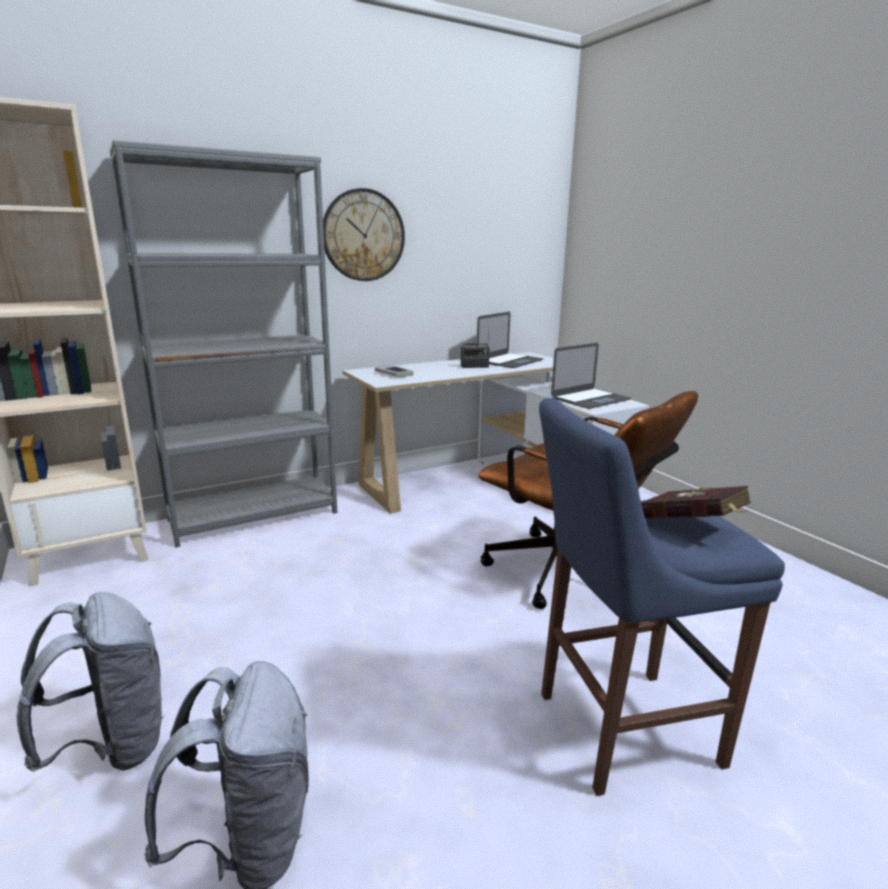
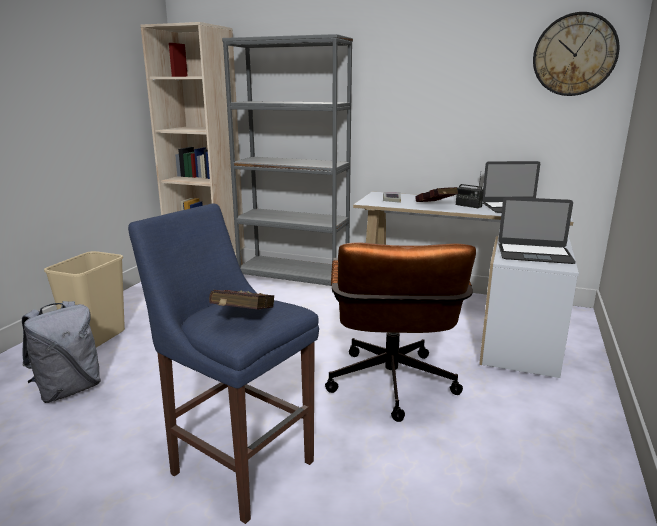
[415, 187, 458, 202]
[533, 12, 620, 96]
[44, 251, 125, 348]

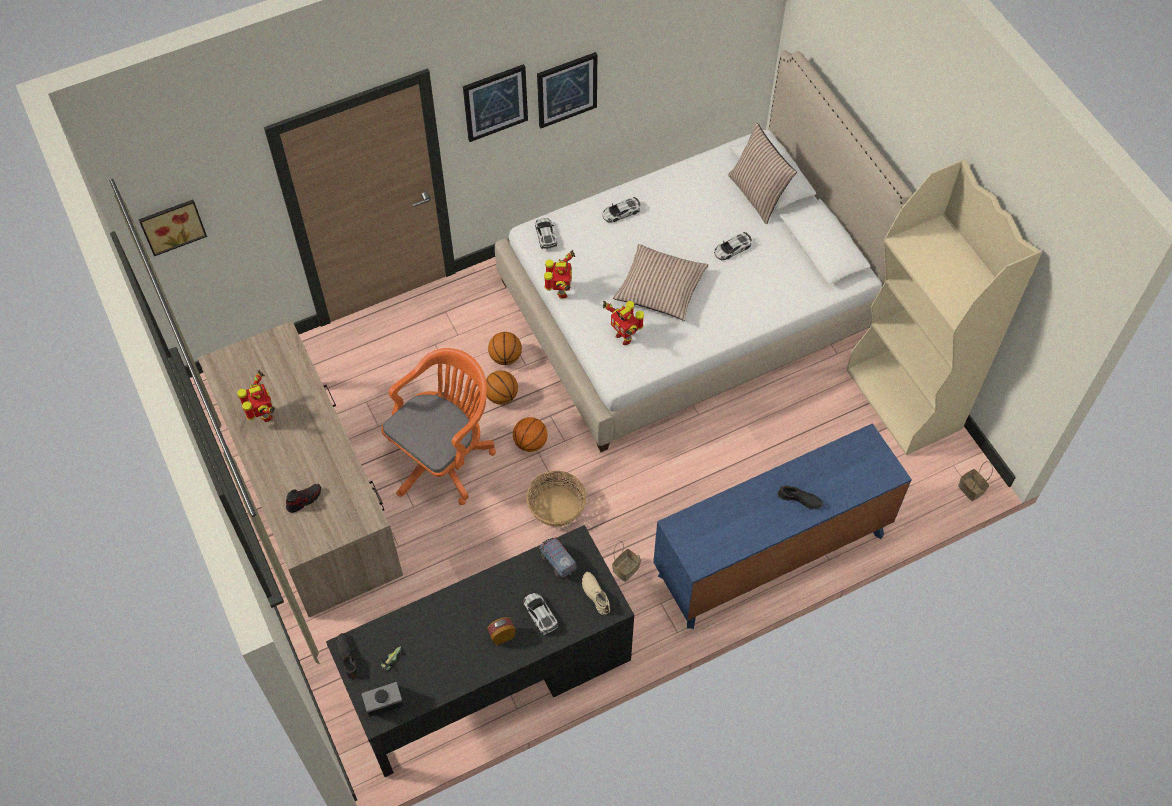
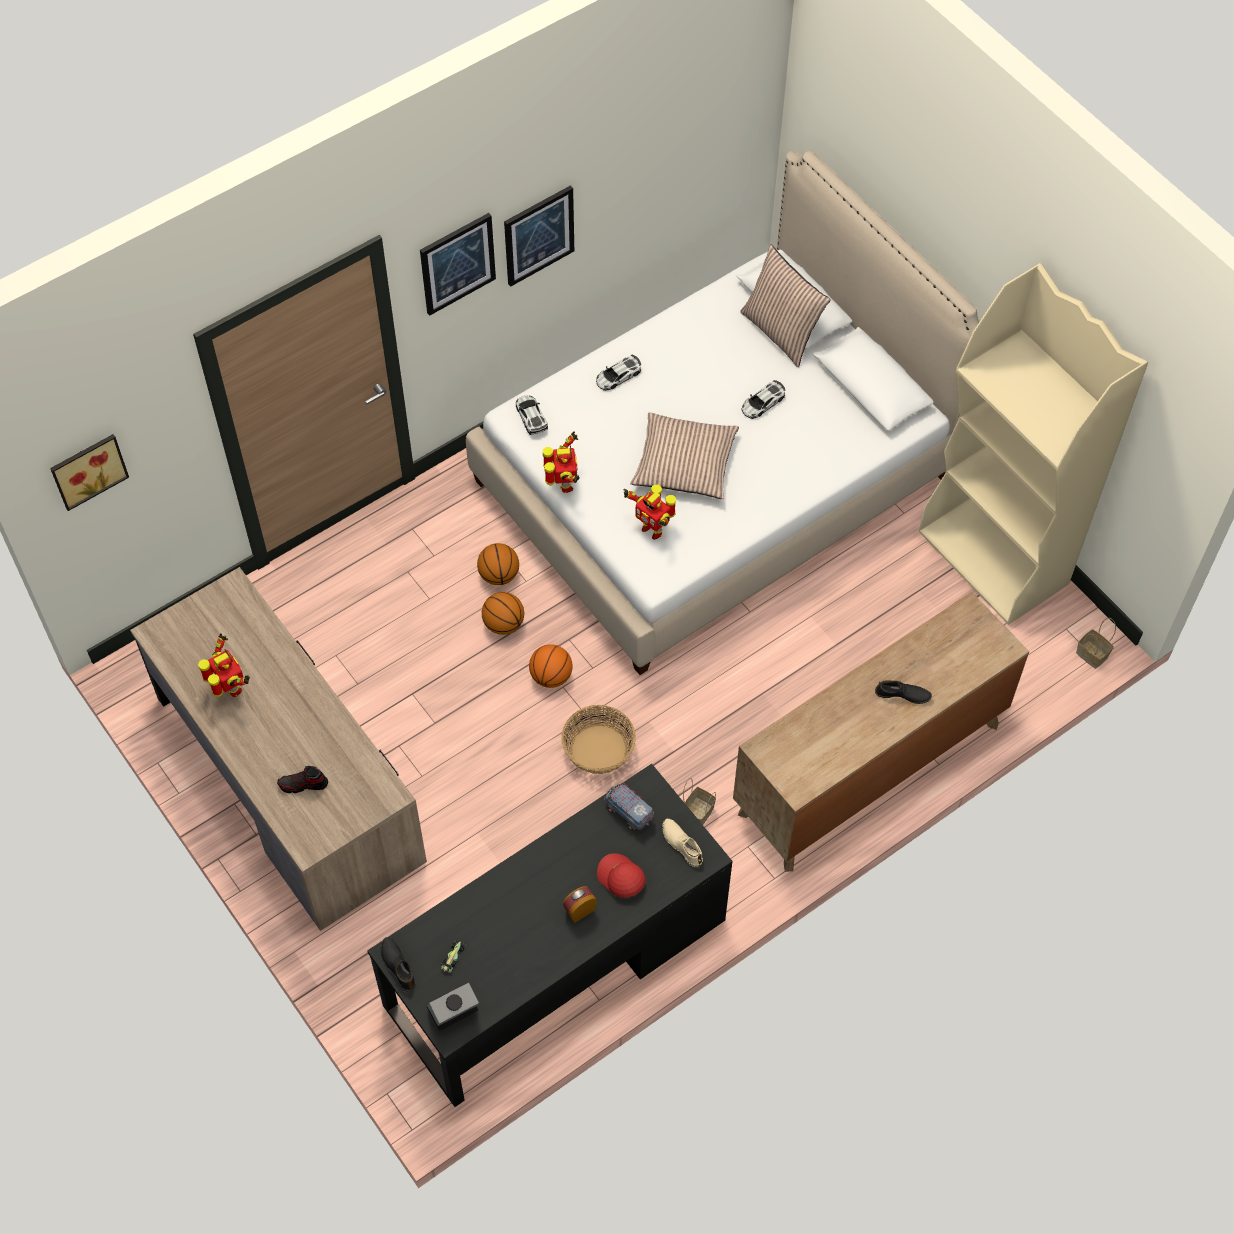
[381, 348, 496, 505] (first image)
[597, 853, 646, 898]
[733, 591, 1029, 872]
[277, 766, 328, 793]

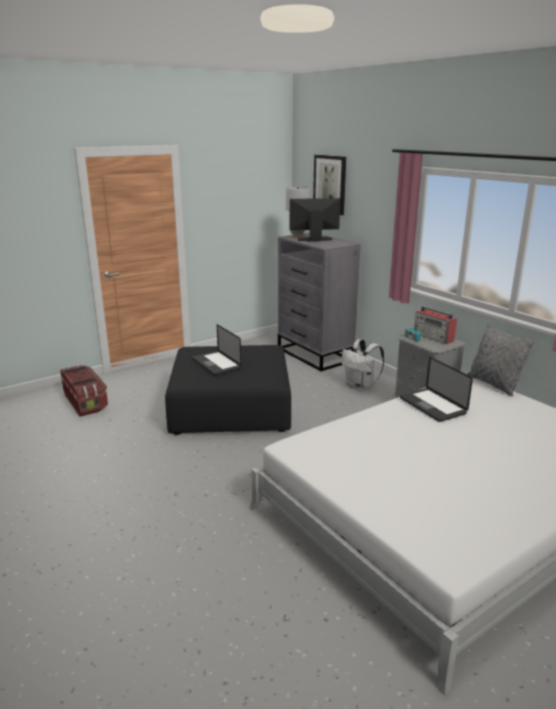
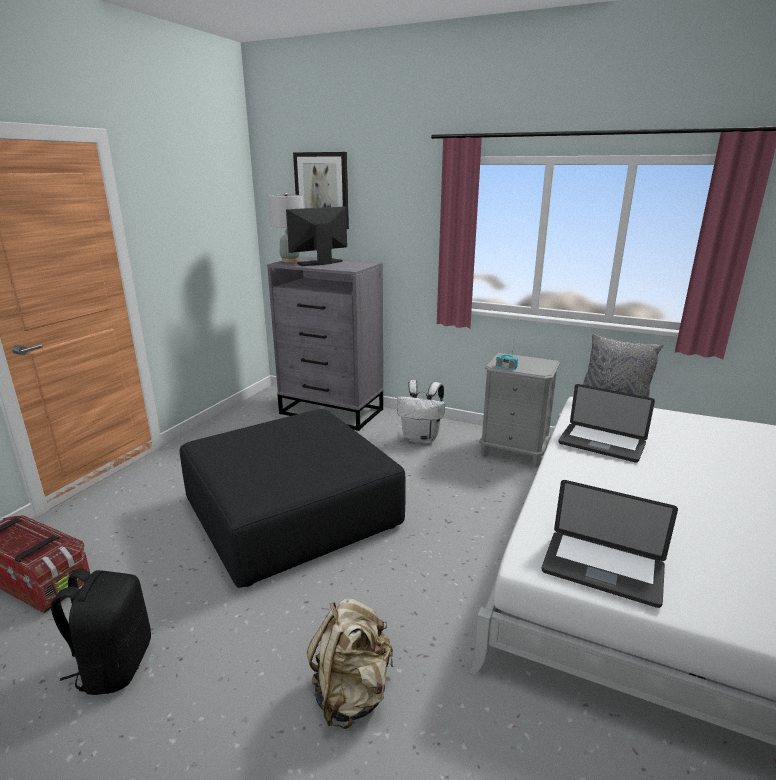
[414, 306, 457, 344] (first image)
[51, 568, 151, 695]
[307, 598, 393, 729]
[542, 480, 678, 608]

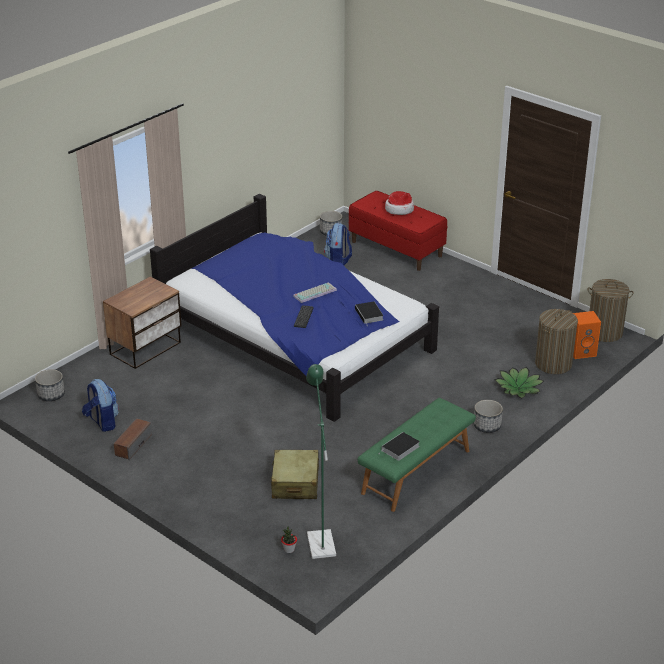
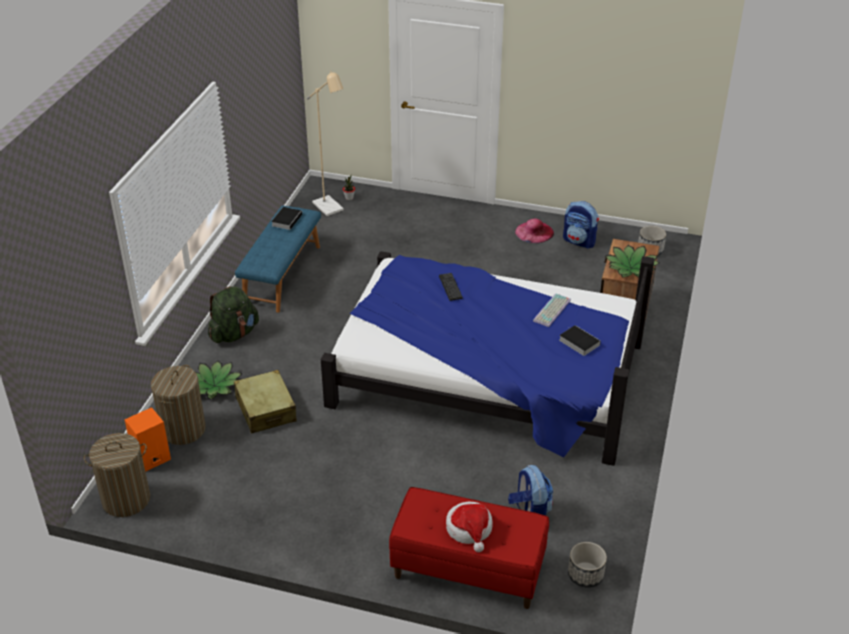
[605, 245, 660, 277]
[234, 370, 297, 434]
[533, 293, 571, 327]
[559, 325, 601, 356]
[515, 219, 554, 243]
[208, 286, 259, 343]
[307, 71, 344, 216]
[235, 206, 321, 313]

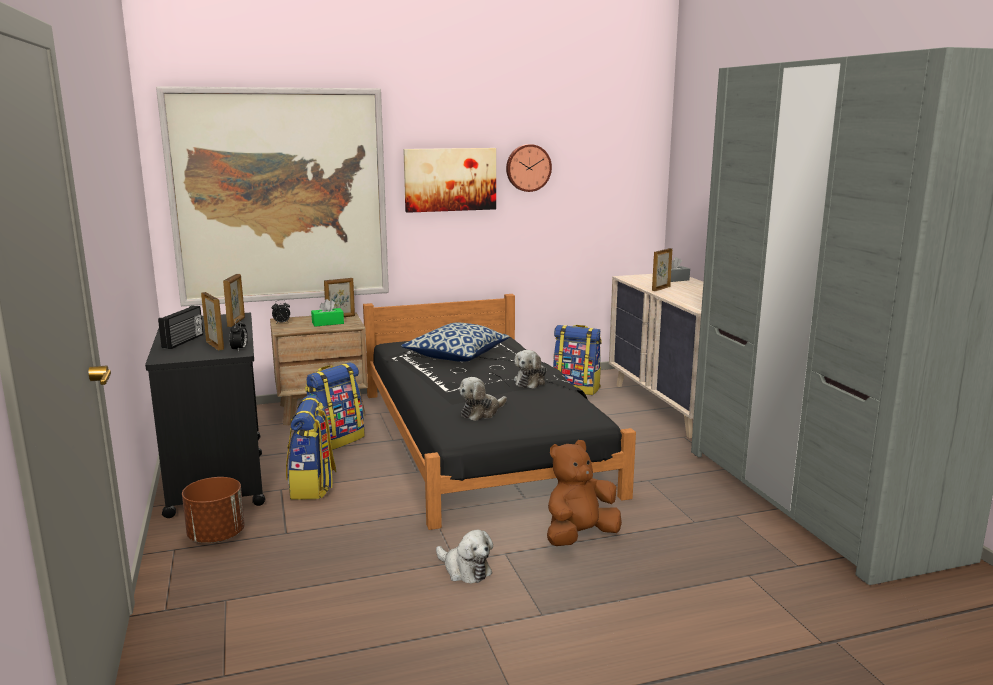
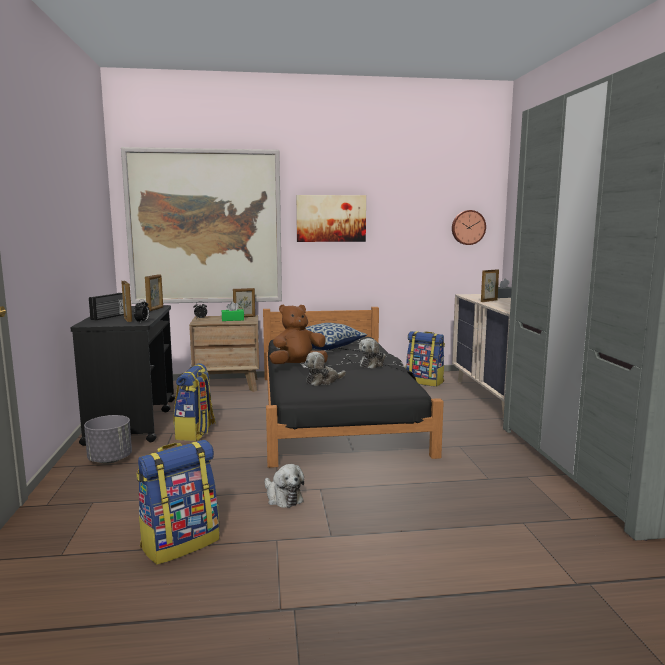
[136, 440, 219, 565]
[452, 210, 486, 245]
[269, 304, 328, 364]
[84, 415, 132, 464]

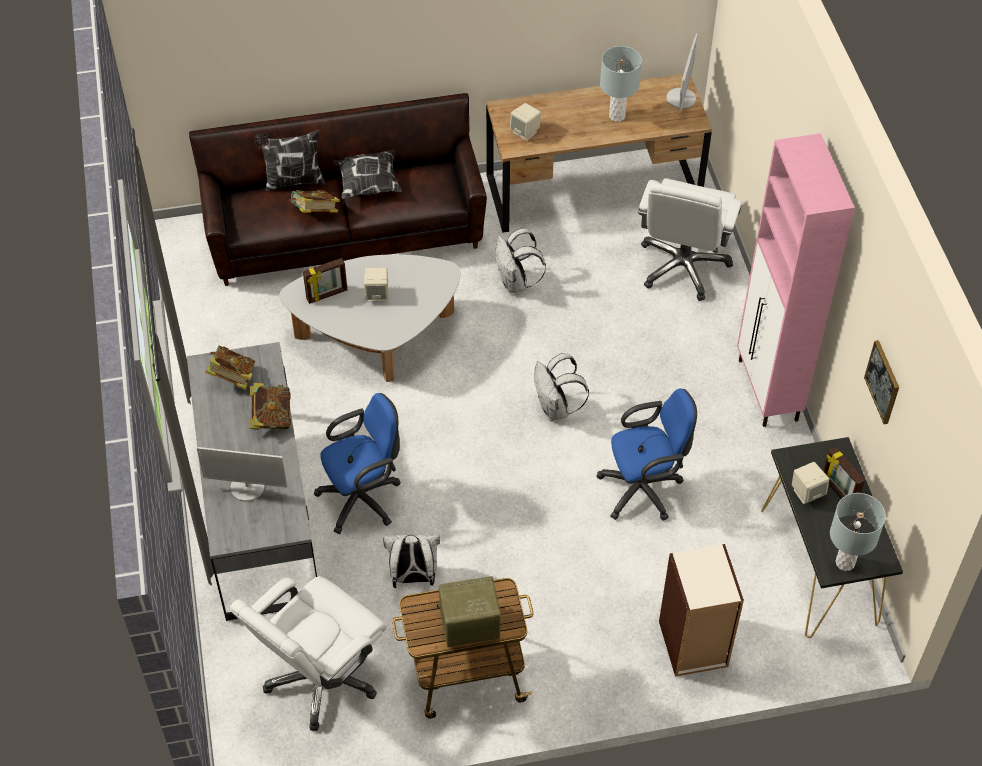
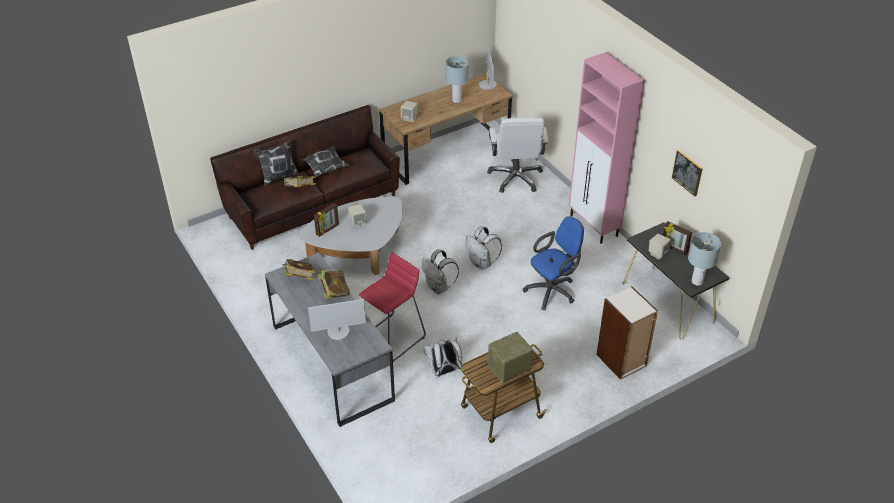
[230, 576, 387, 731] (first image)
[422, 249, 459, 294]
[359, 252, 426, 362]

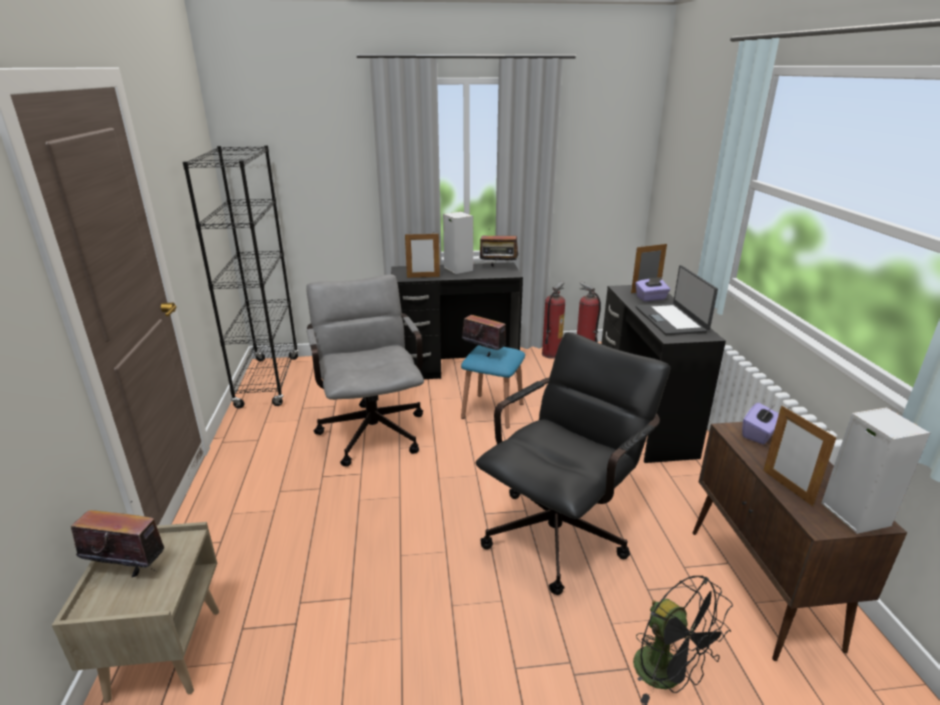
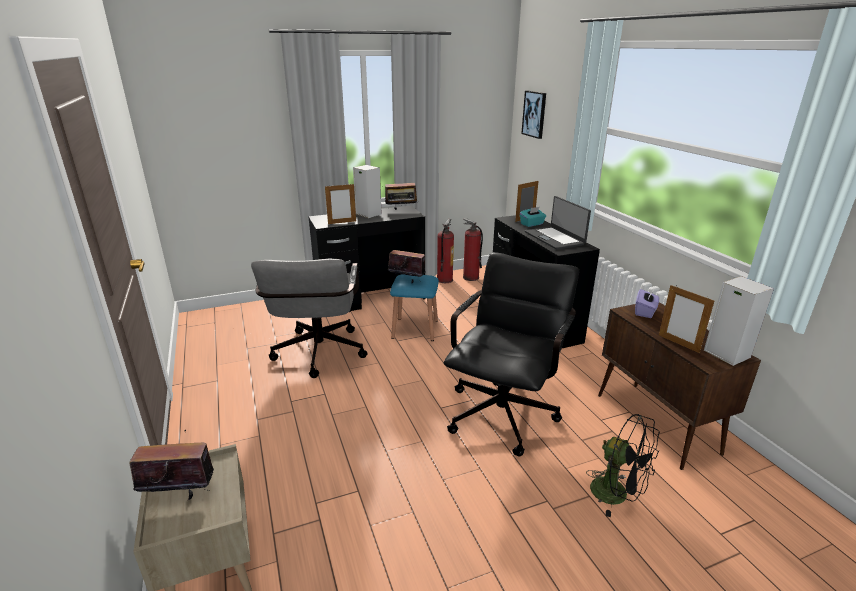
[183, 145, 299, 408] (first image)
[521, 91, 546, 139]
[520, 207, 546, 227]
[251, 258, 367, 378]

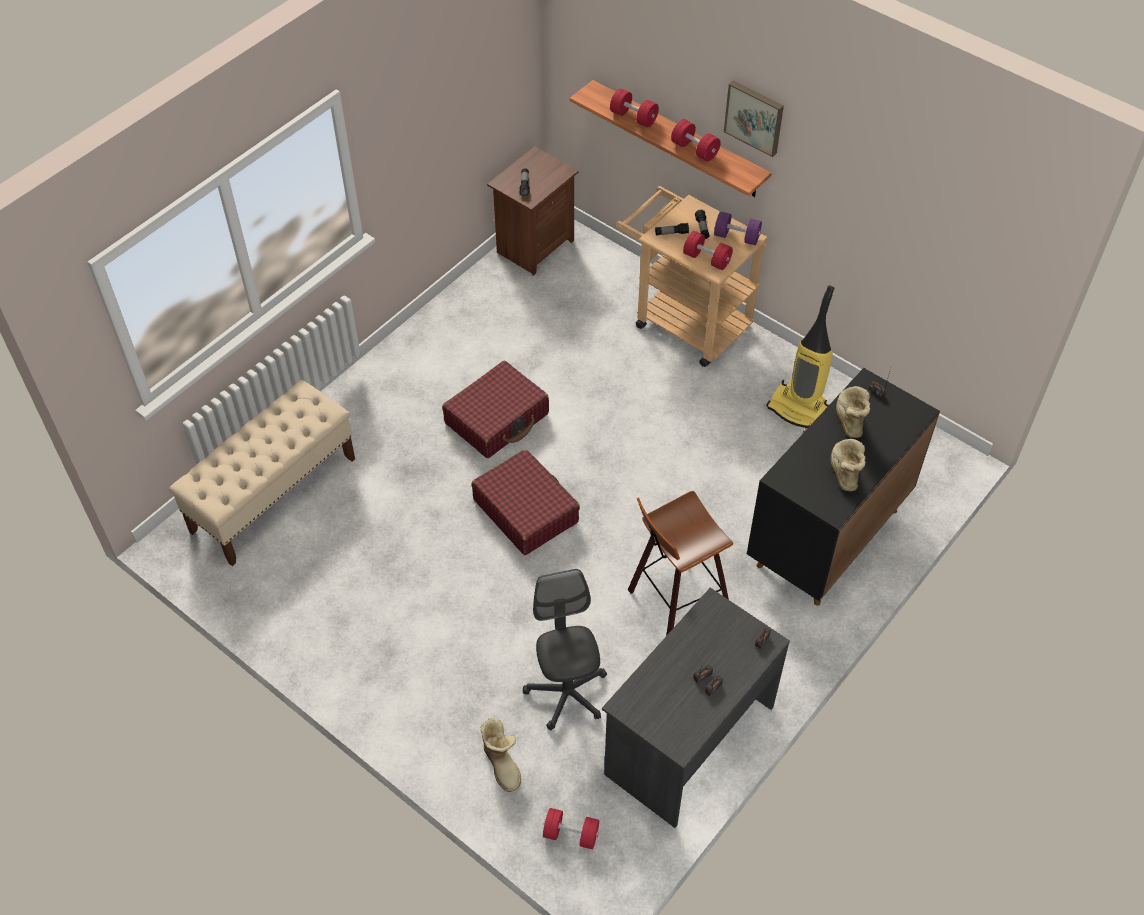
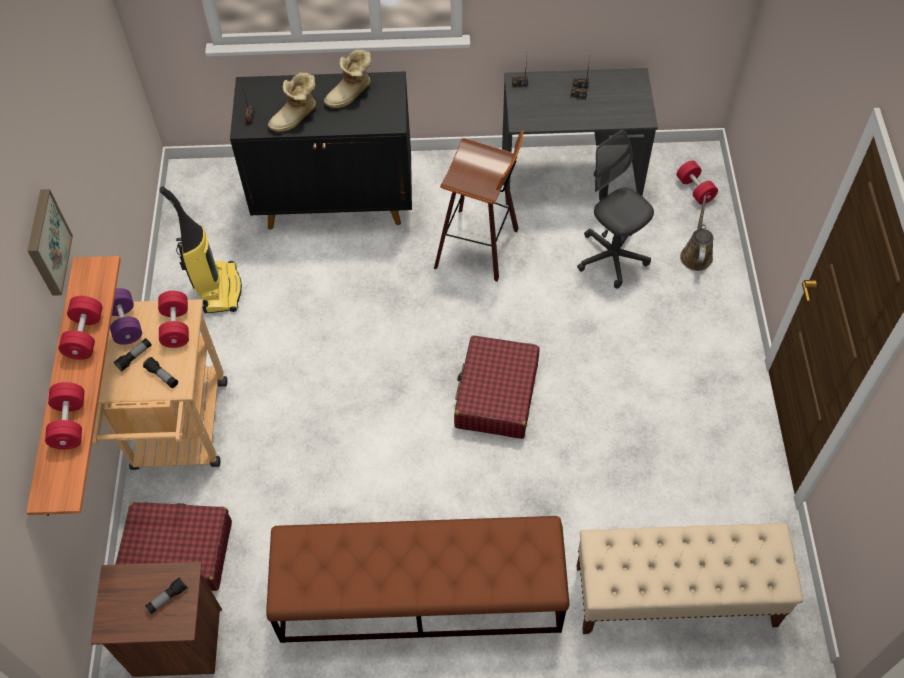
[266, 516, 570, 643]
[115, 502, 232, 591]
[680, 196, 714, 271]
[577, 130, 654, 289]

